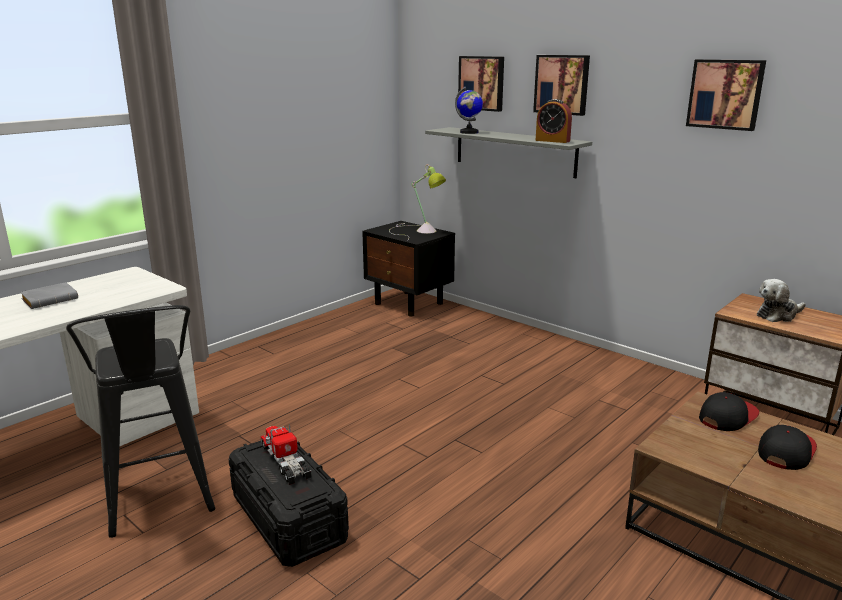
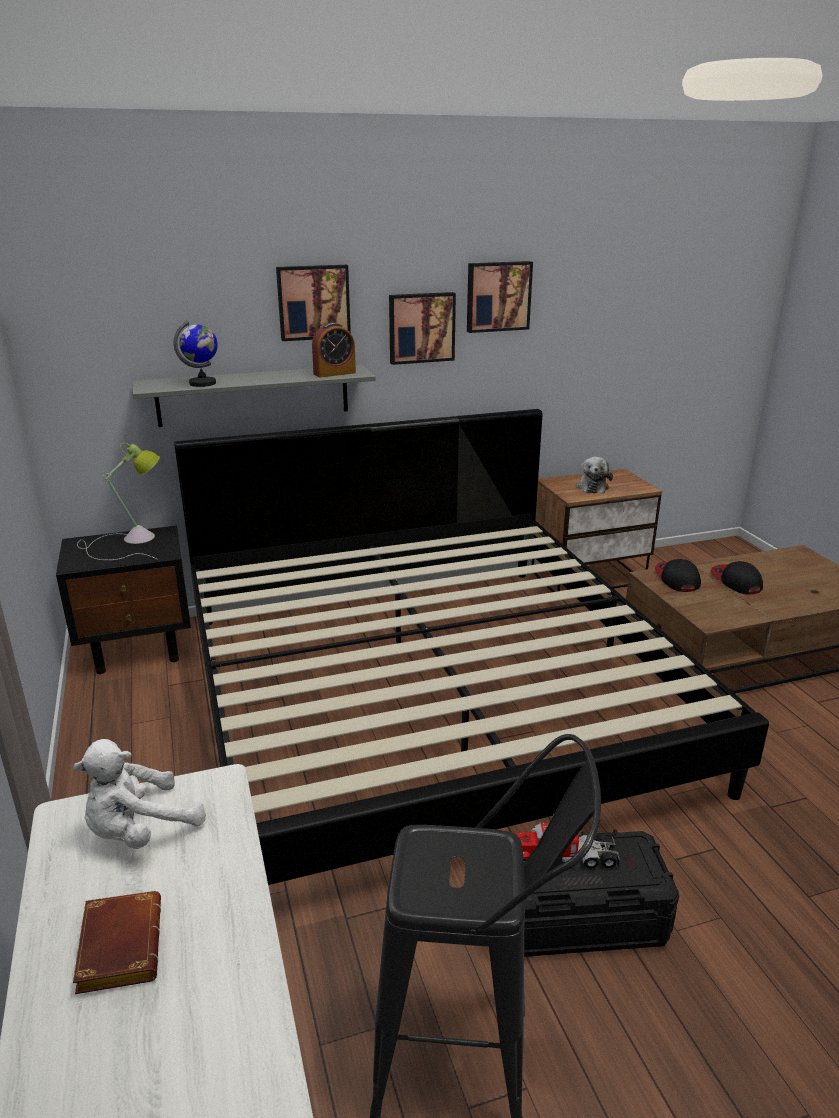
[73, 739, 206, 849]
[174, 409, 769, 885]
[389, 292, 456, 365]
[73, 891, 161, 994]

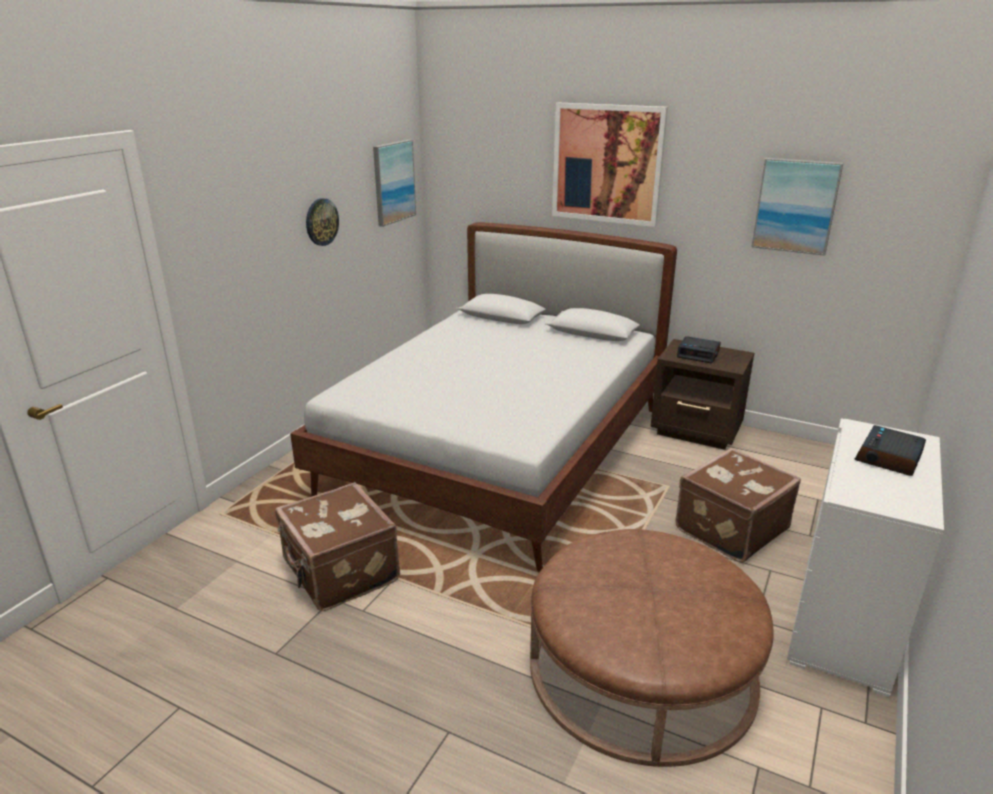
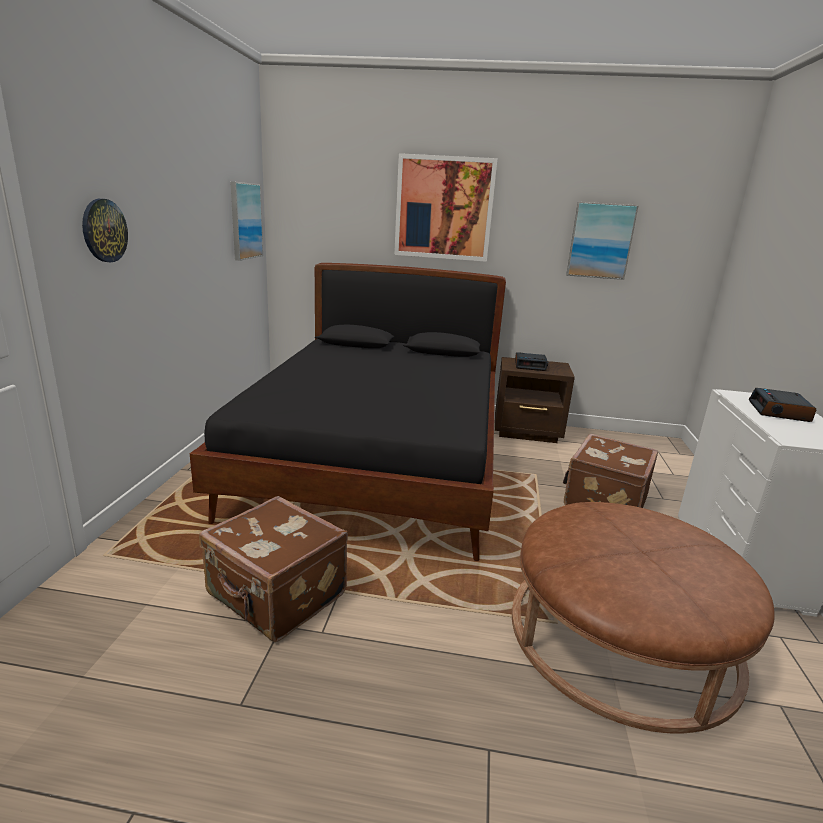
[82, 199, 128, 262]
[190, 263, 506, 561]

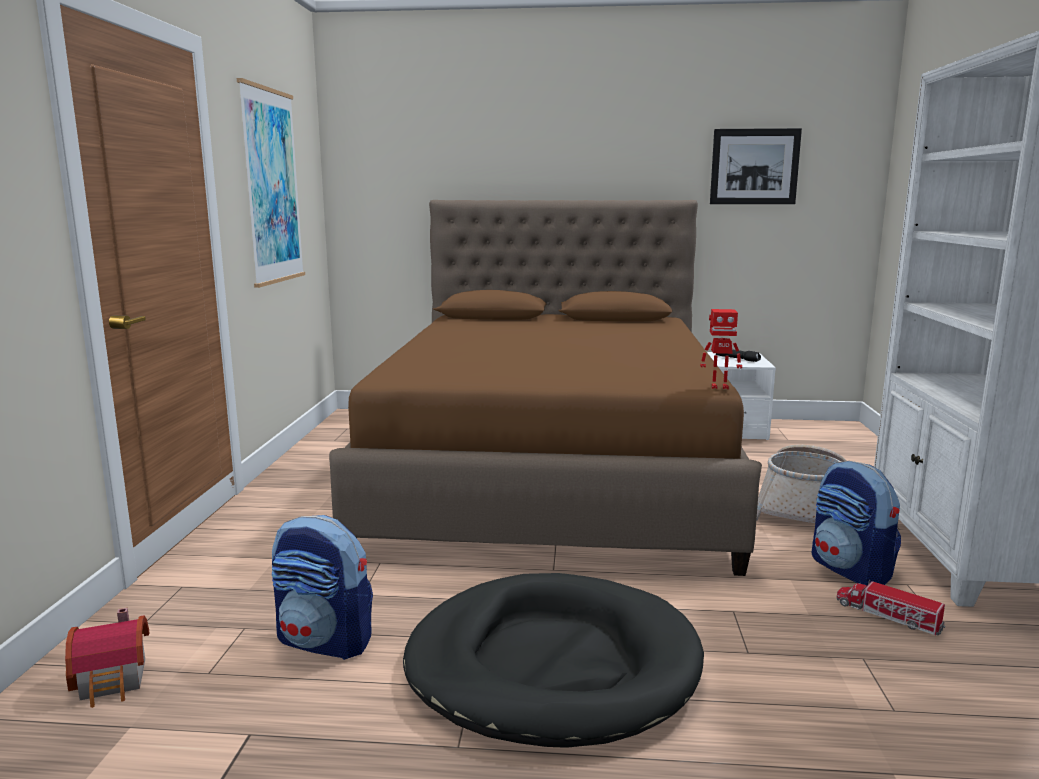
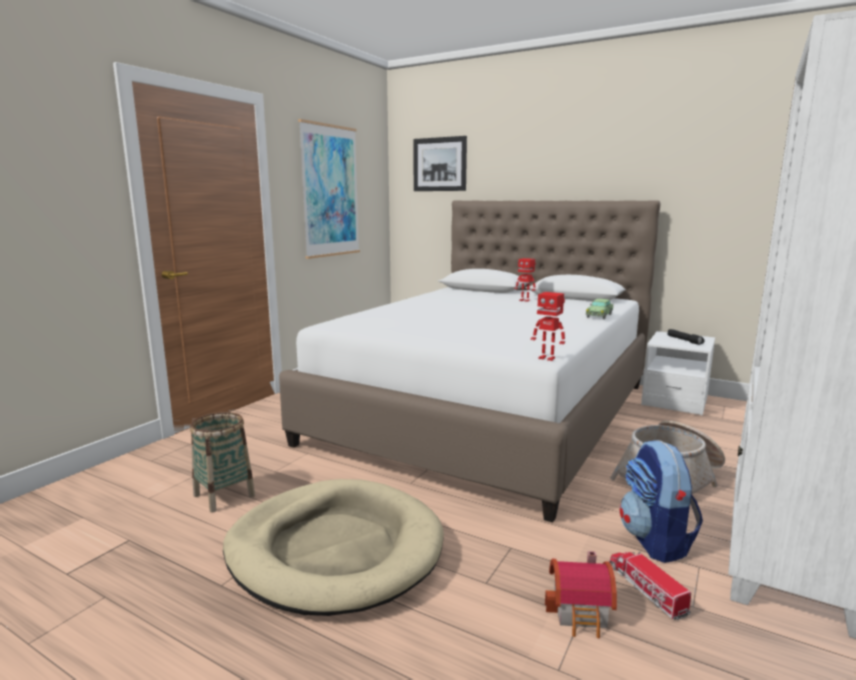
[514, 258, 536, 302]
[585, 299, 613, 319]
[545, 551, 617, 639]
[413, 136, 467, 191]
[190, 412, 255, 512]
[279, 200, 660, 523]
[223, 479, 444, 616]

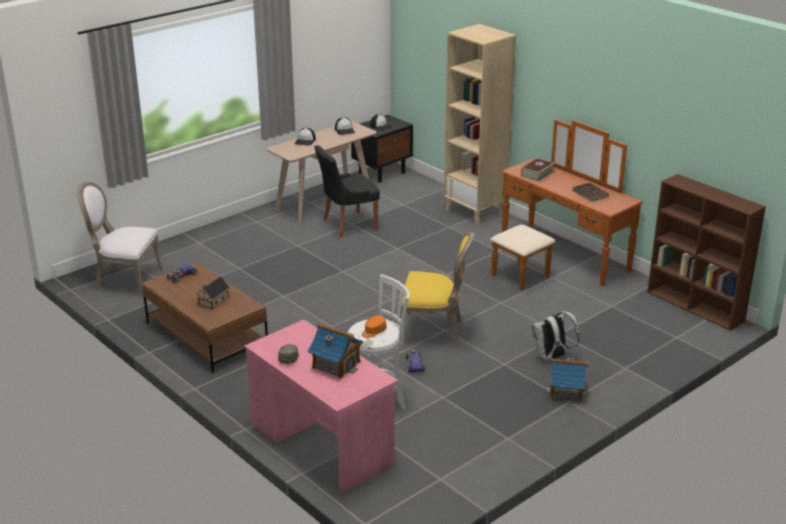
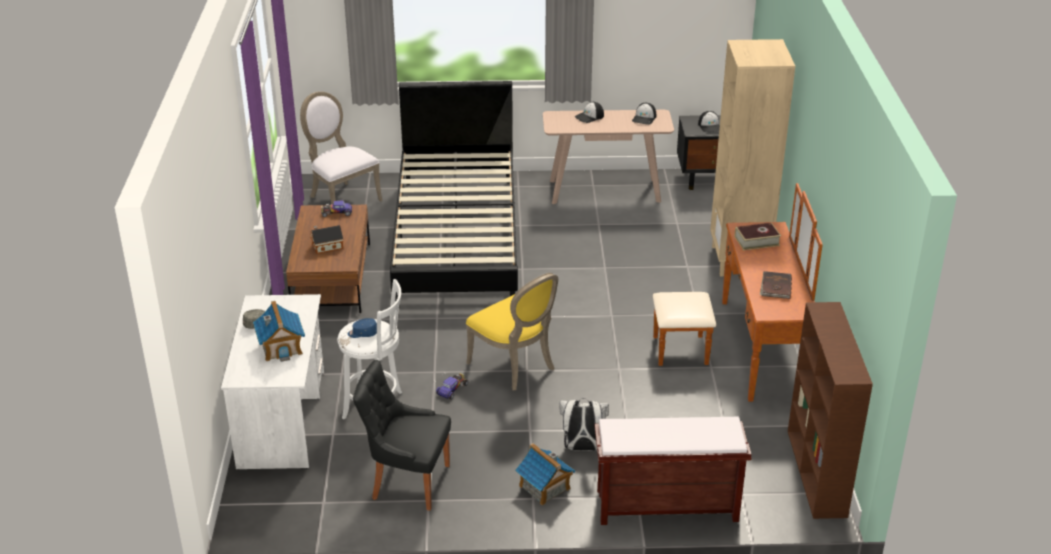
[390, 81, 518, 302]
[595, 417, 751, 525]
[353, 360, 451, 511]
[221, 294, 324, 470]
[348, 318, 377, 338]

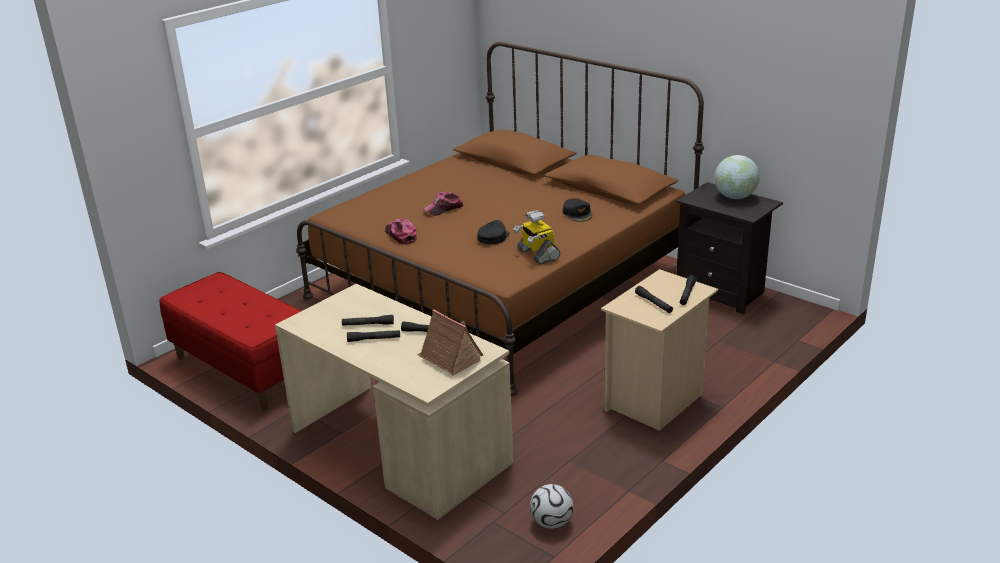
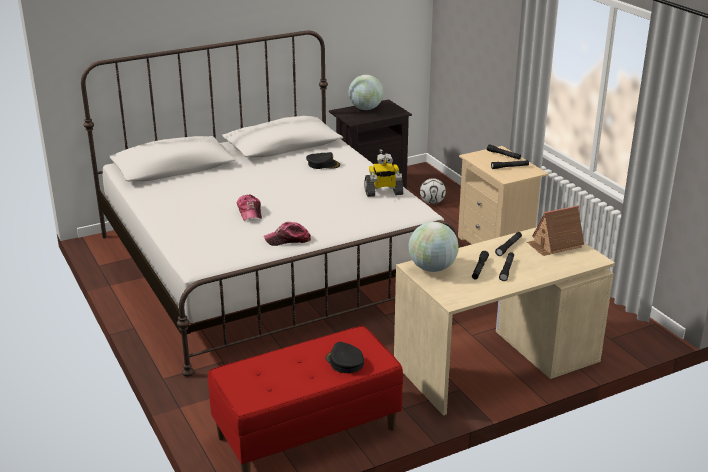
[409, 222, 459, 272]
[325, 342, 364, 373]
[420, 178, 446, 204]
[81, 30, 456, 377]

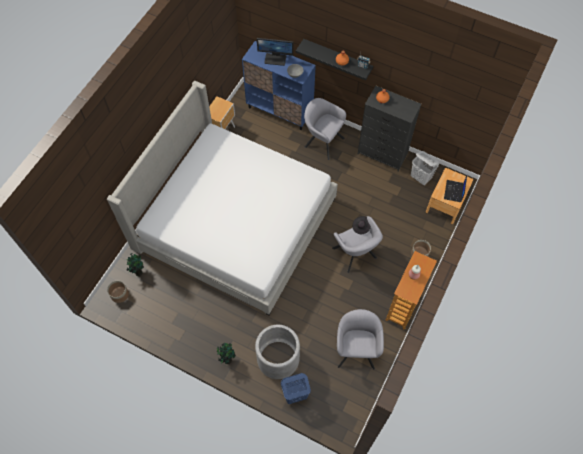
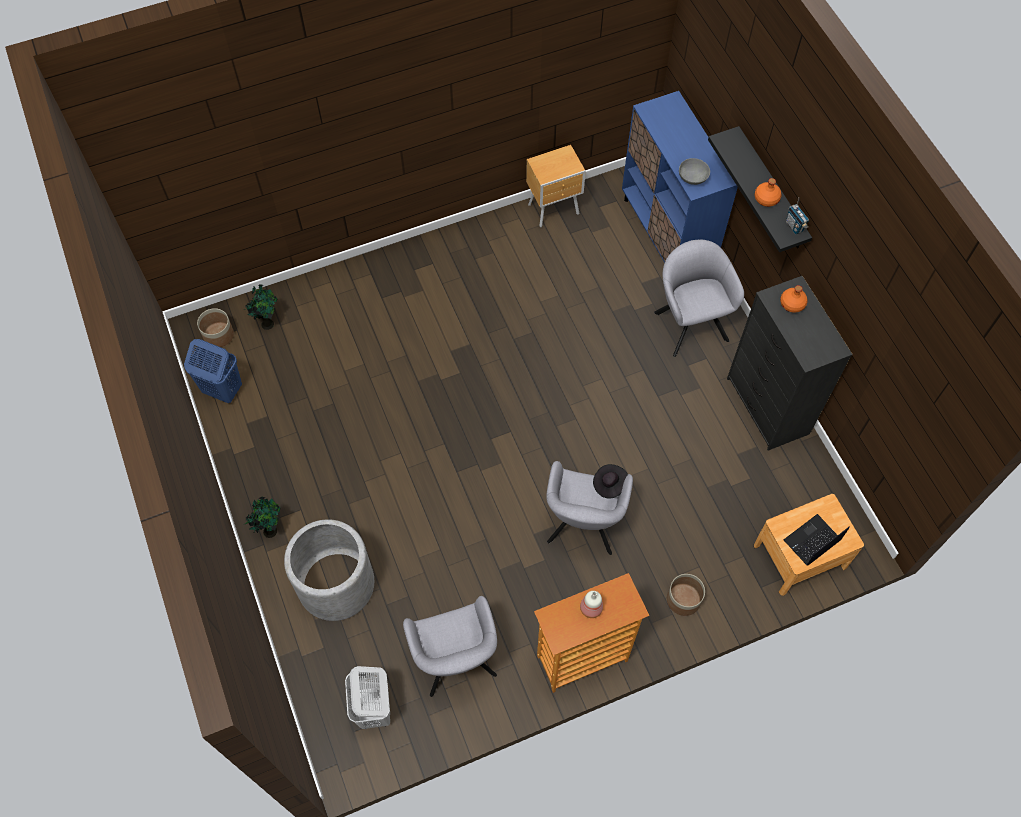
[107, 81, 338, 316] (first image)
[257, 38, 293, 66] (first image)
[184, 339, 242, 403]
[345, 666, 390, 729]
[403, 596, 497, 697]

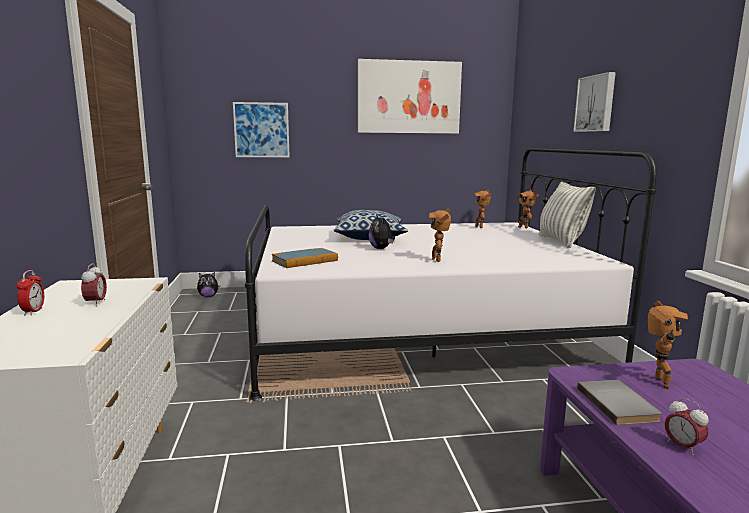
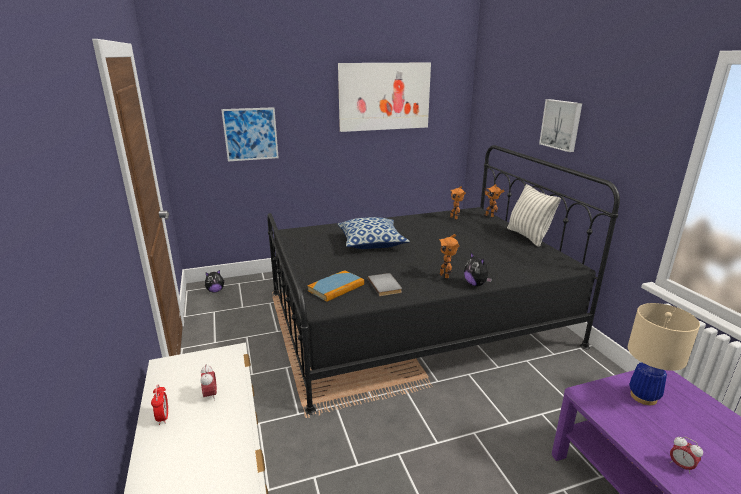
[464, 253, 492, 286]
[368, 273, 402, 296]
[628, 303, 700, 405]
[267, 145, 620, 415]

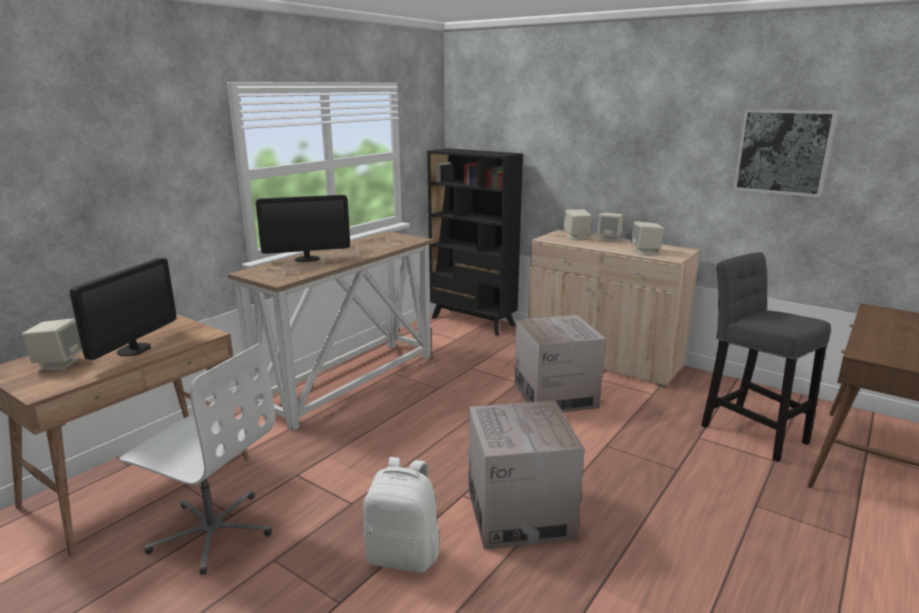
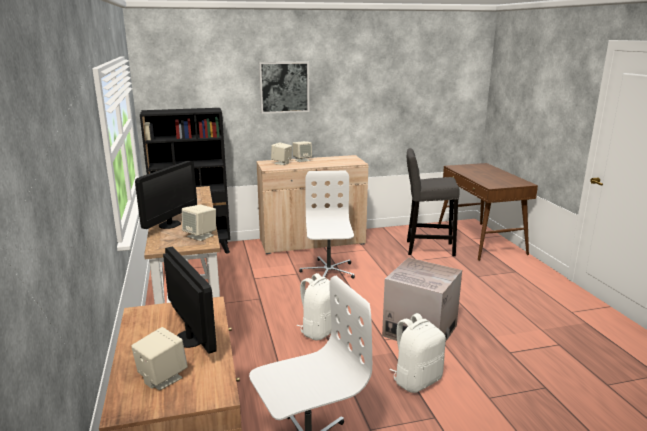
[296, 273, 340, 340]
[182, 205, 216, 241]
[259, 61, 309, 114]
[299, 171, 355, 279]

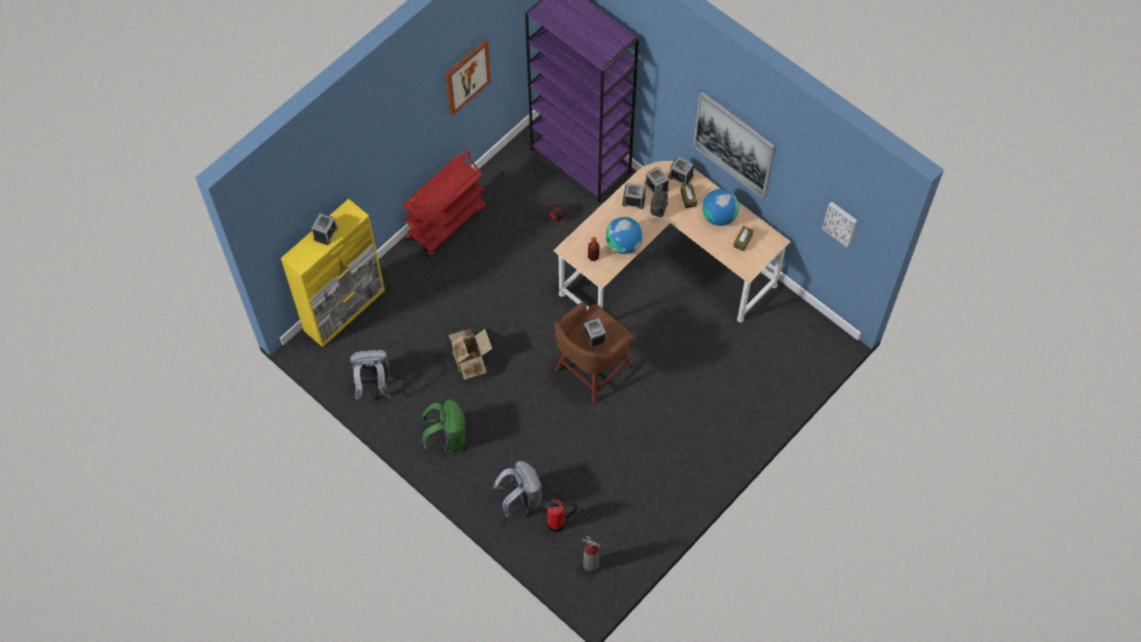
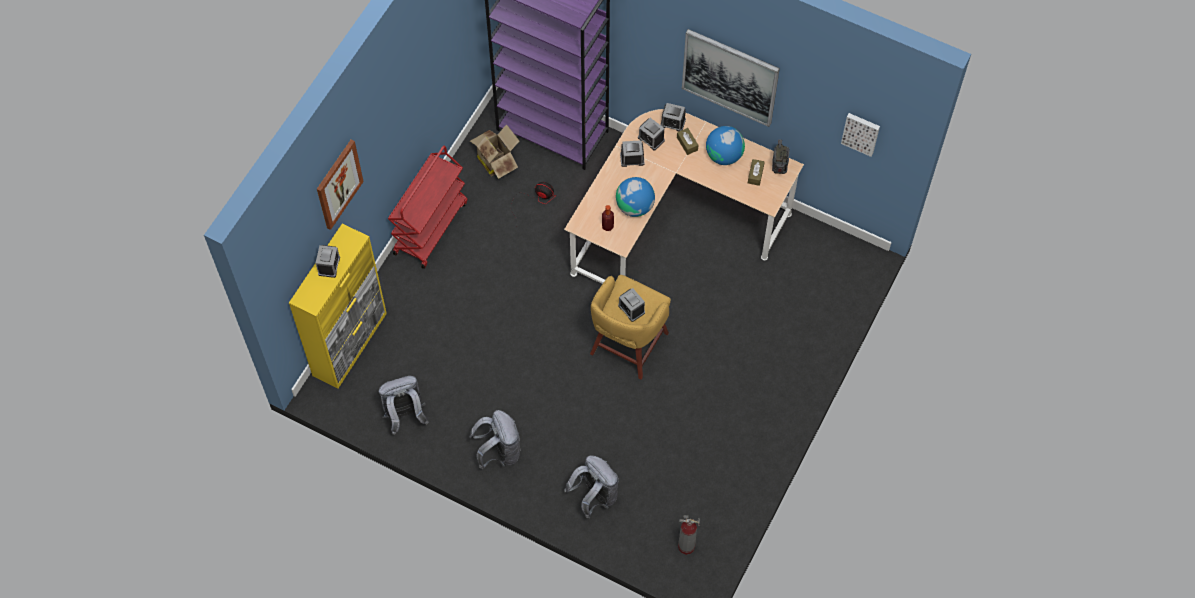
[542, 500, 577, 532] (first image)
[317, 140, 364, 230]
[470, 124, 519, 179]
[772, 139, 789, 174]
[469, 410, 521, 469]
[590, 275, 671, 380]

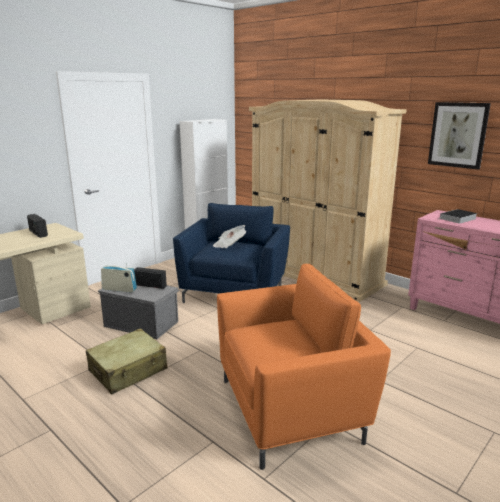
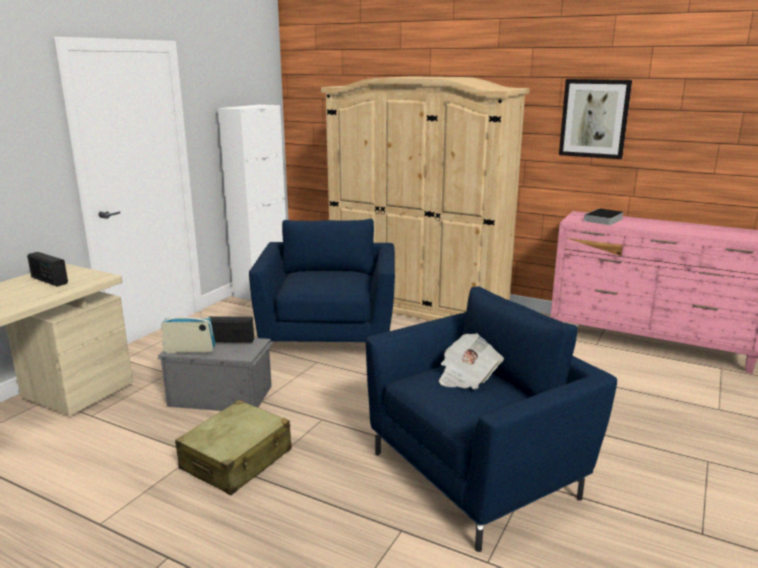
[439, 333, 504, 389]
[366, 286, 617, 552]

